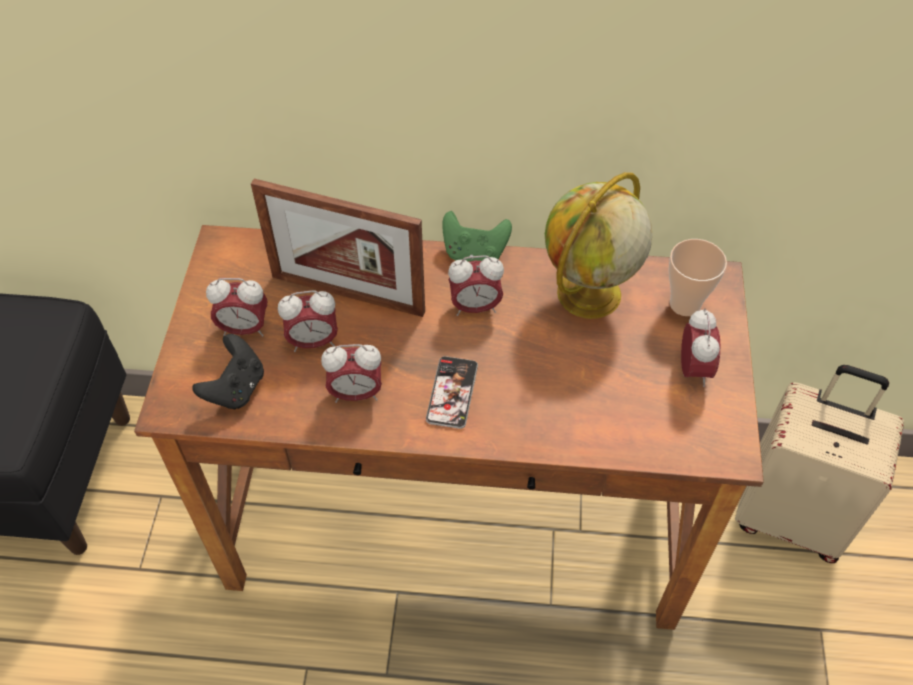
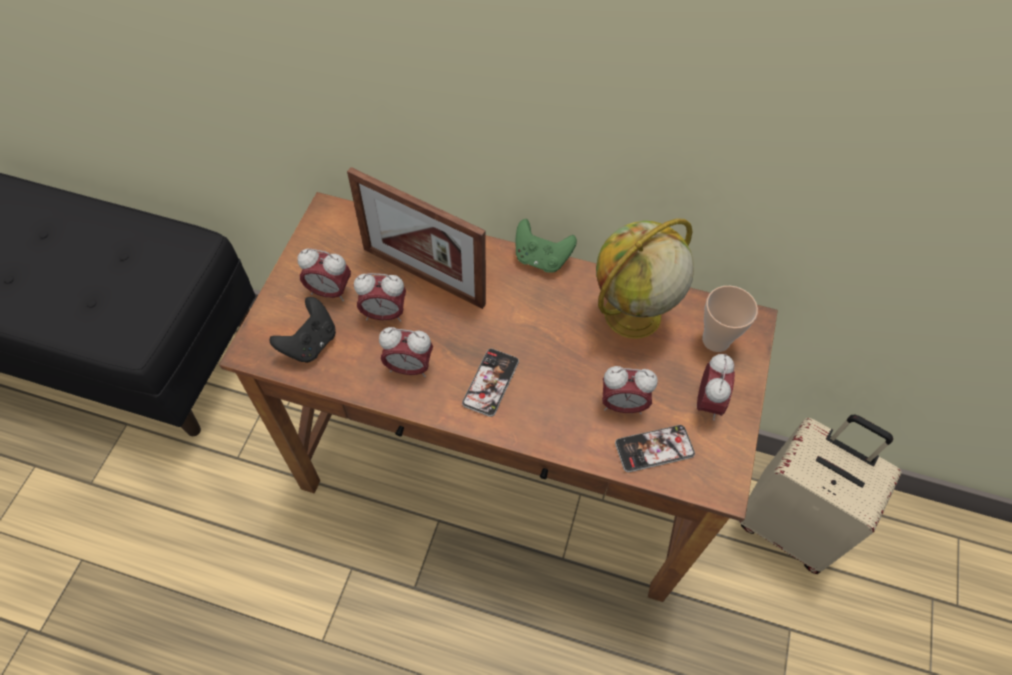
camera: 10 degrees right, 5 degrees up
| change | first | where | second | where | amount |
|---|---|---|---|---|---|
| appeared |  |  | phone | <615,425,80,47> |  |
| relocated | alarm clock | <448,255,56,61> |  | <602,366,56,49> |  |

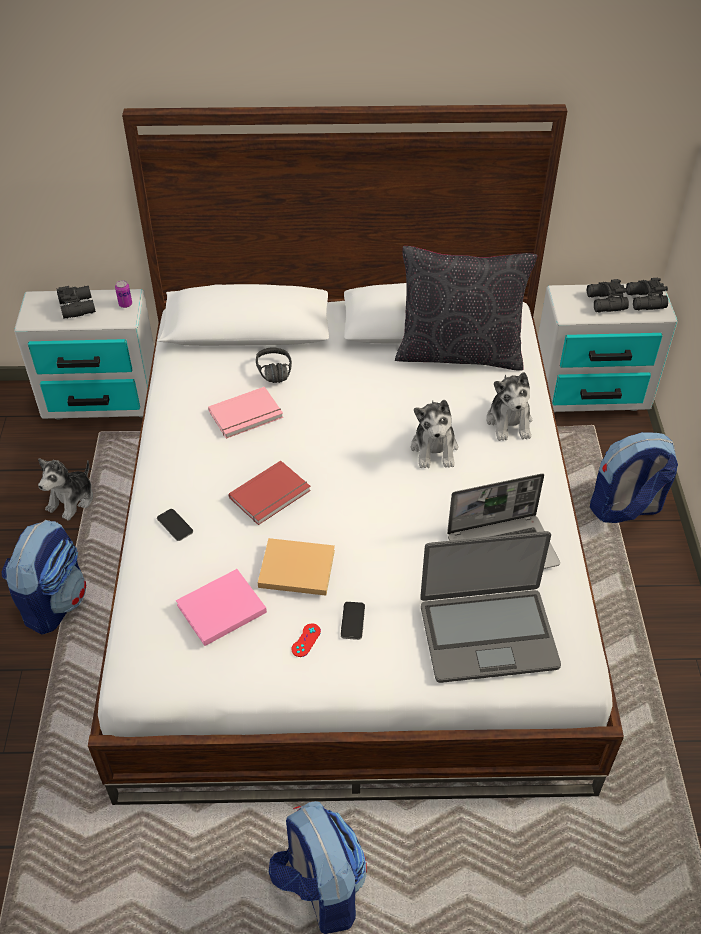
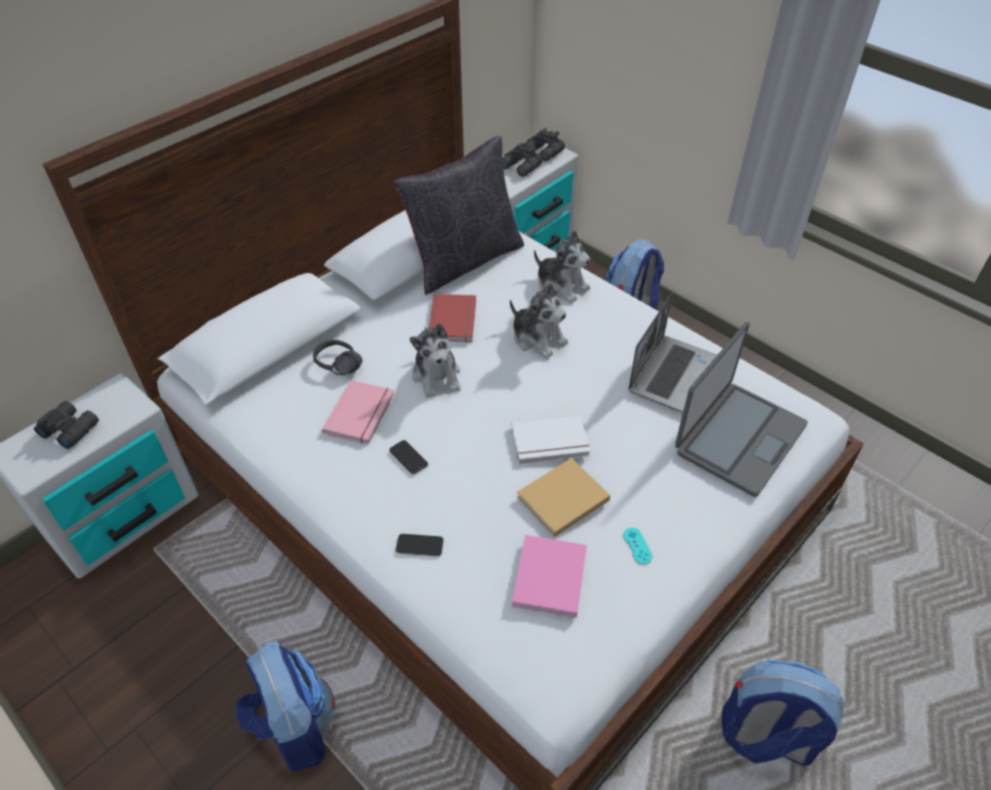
camera: 45 degrees left, 0 degrees up
| change | first | where | second | where | amount |
|---|---|---|---|---|---|
| missing | can | <115,280,17,28> |  |  |  |
| appeared |  |  | white book | <511,414,79,50> |  |
| relocated | plush toy | <38,459,55,62> |  | <410,323,50,75> |  |
| relocated | red book | <228,461,83,64> |  | <429,294,47,48> |  |
| relocated | phone | <341,602,24,38> |  | <389,440,39,35> |  |
| colour | red game controller | <291,623,30,34> | turquoise game controller | <623,528,29,36> |  |

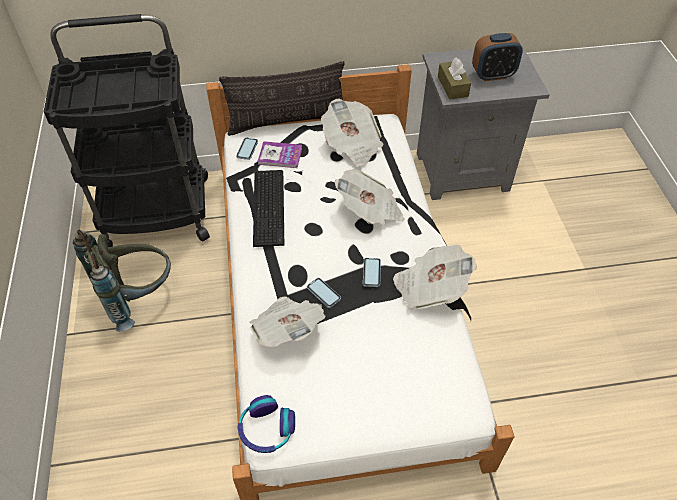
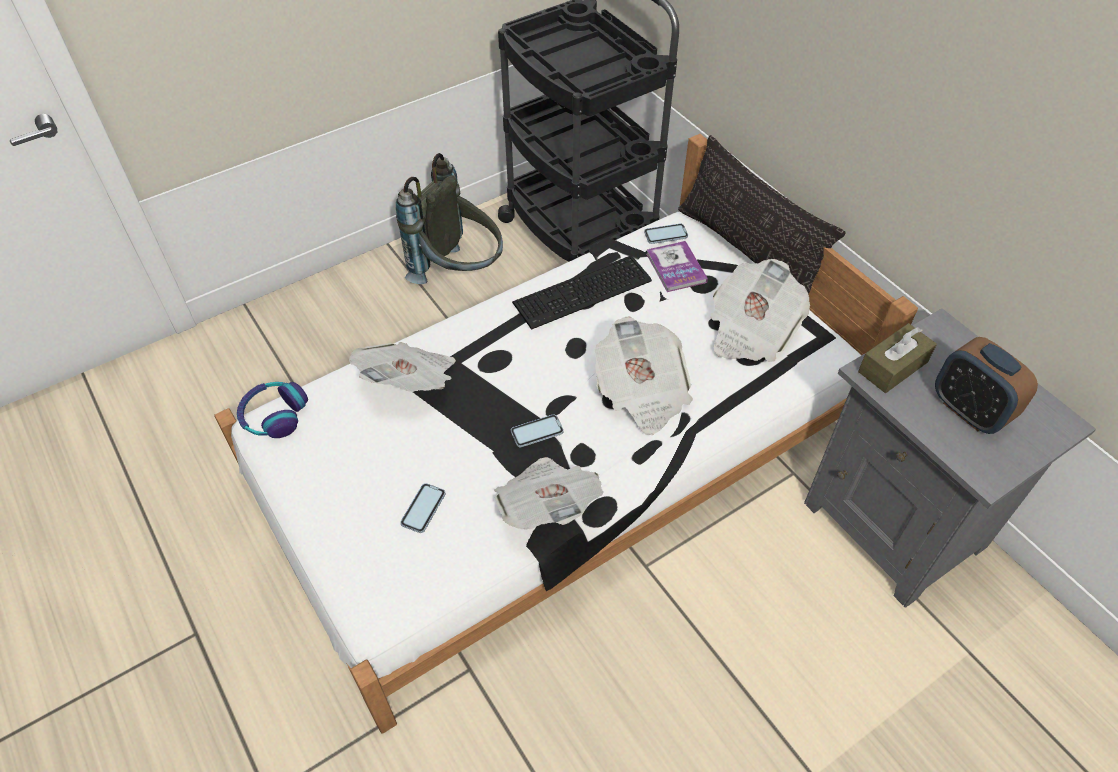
camera: 65 degrees right, 0 degrees up
| change | first | where | second | where | amount |
|---|---|---|---|---|---|
| relocated | phone | <307,278,34,30> |  | <400,483,46,50> |  |

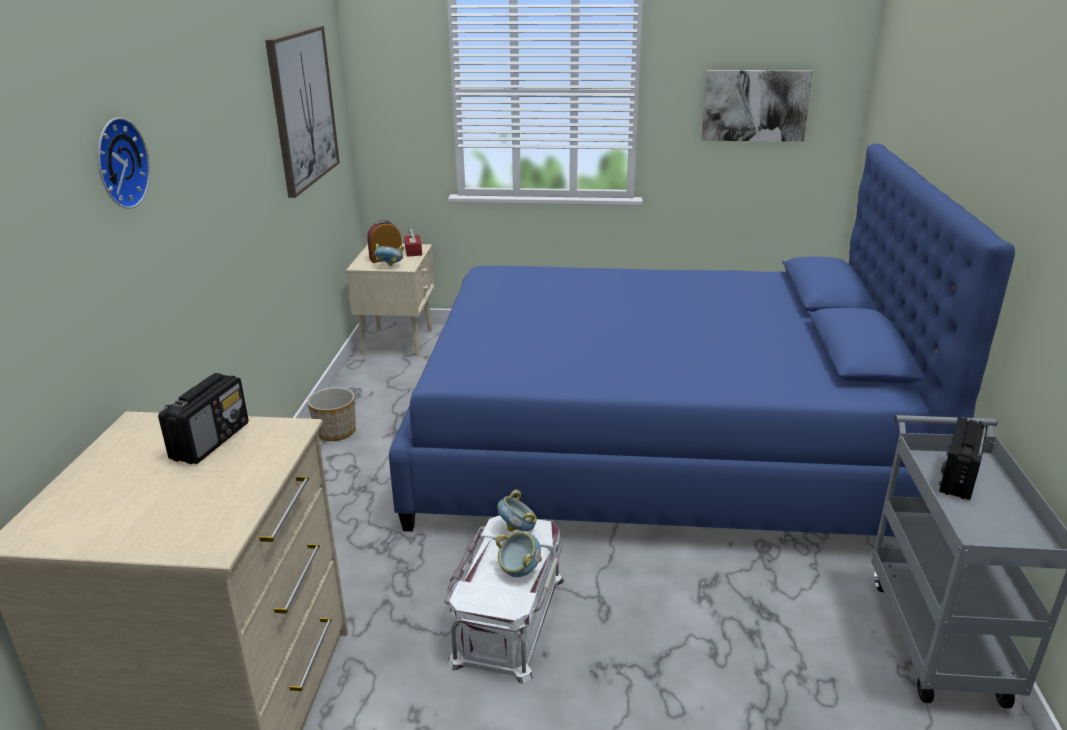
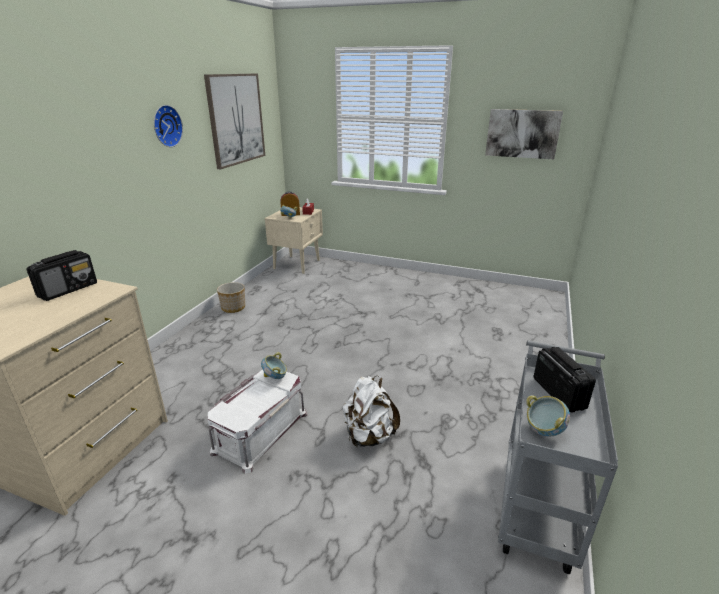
camera: 15 degrees right, 0 degrees up
| change | first | where | second | where | amount |
|---|---|---|---|---|---|
| missing | blue bed | <389,143,626,394> |  |  |  |
| appeared |  |  | white backpack | <342,376,58,71> |  |
| relocated | wall clock | <98,117,52,92> |  | <154,105,29,42> |  |
| relocated | bowl | <496,532,46,45> |  | <526,395,44,42> |  |
| spun | radio | <939,417,49,83> |  | <534,347,62,66> | 120 degrees clockwise |

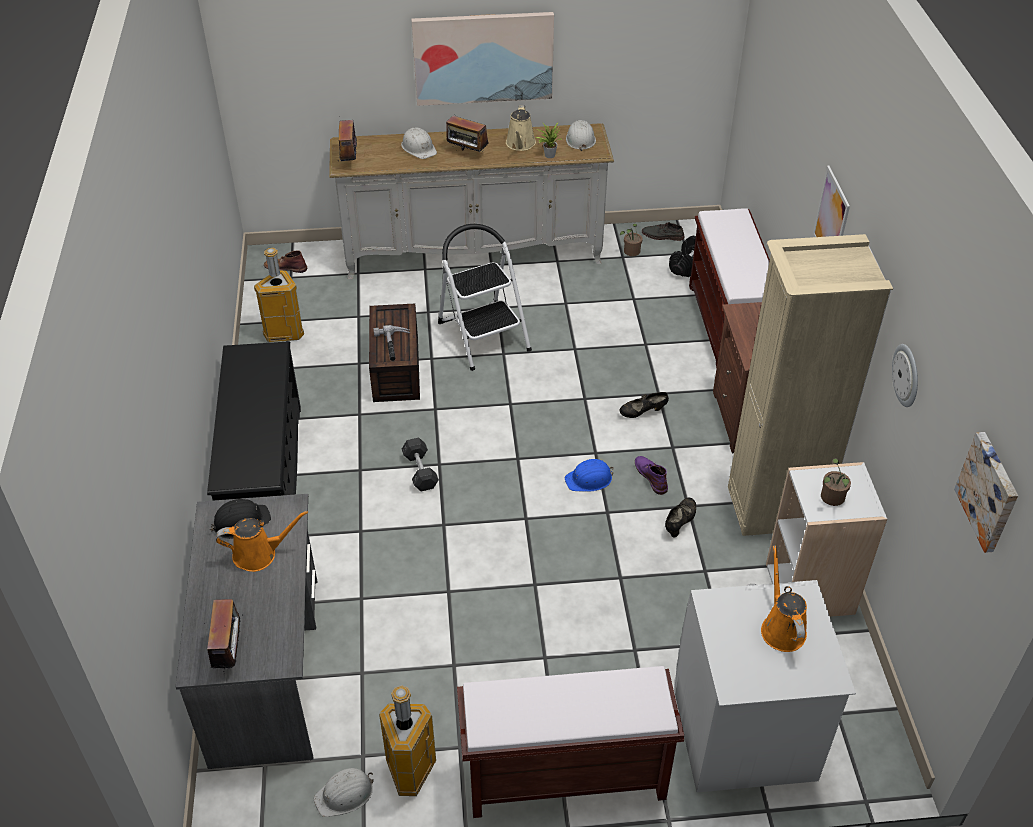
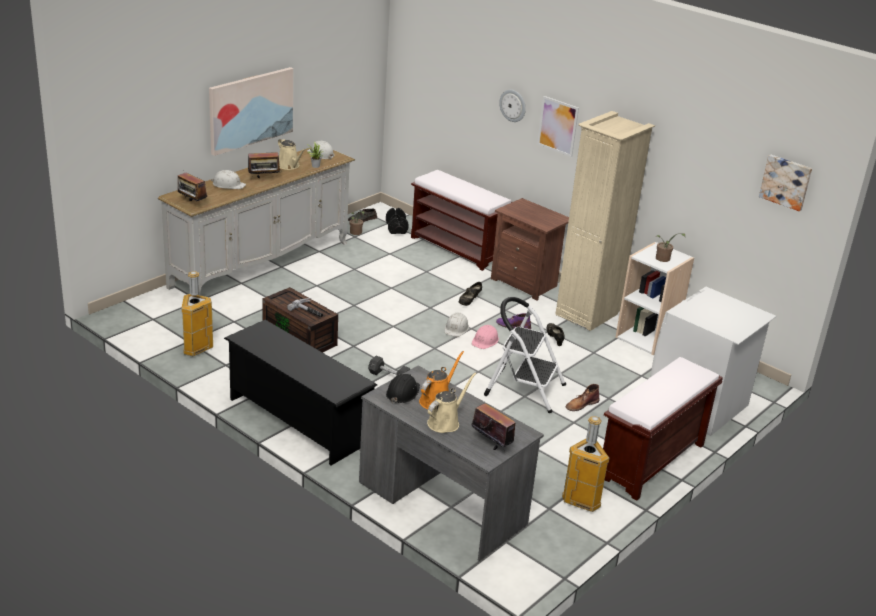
camera: 45 degrees left, 15 degrees down
| change | first | where | second | where | amount |
|---|---|---|---|---|---|
| missing | orange watering can | <761,545,46,107> |  |  |  |
| appeared |  |  | beige watering can | <427,373,49,60> |  |
| relocated | brown boot | <264,250,43,23> |  | <566,384,34,27> |  |
| relocated | white hard hat | <314,768,60,49> |  | <445,313,24,24> |  |
| relocated | step ladder | <438,224,94,147> |  | <484,297,82,116> |  |
| relocated | wall clock | <892,344,26,63> |  | <499,90,27,32> |  |
| colour | blue hard hat | <565,459,49,33> | pink hard hat | <472,325,27,24> |  |

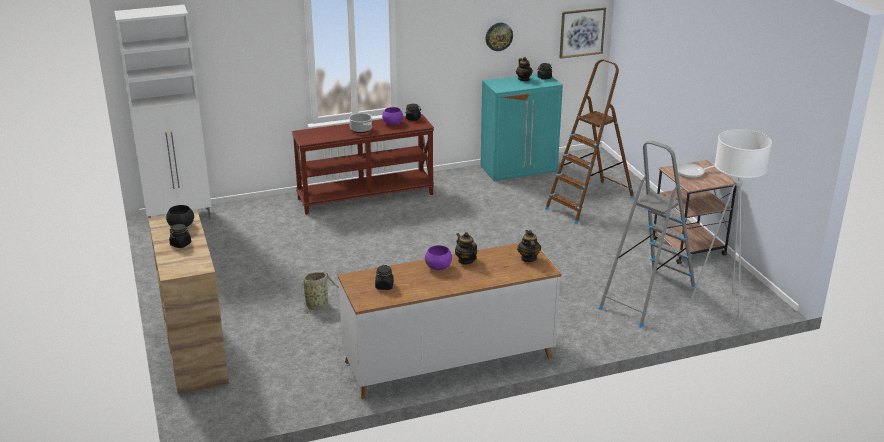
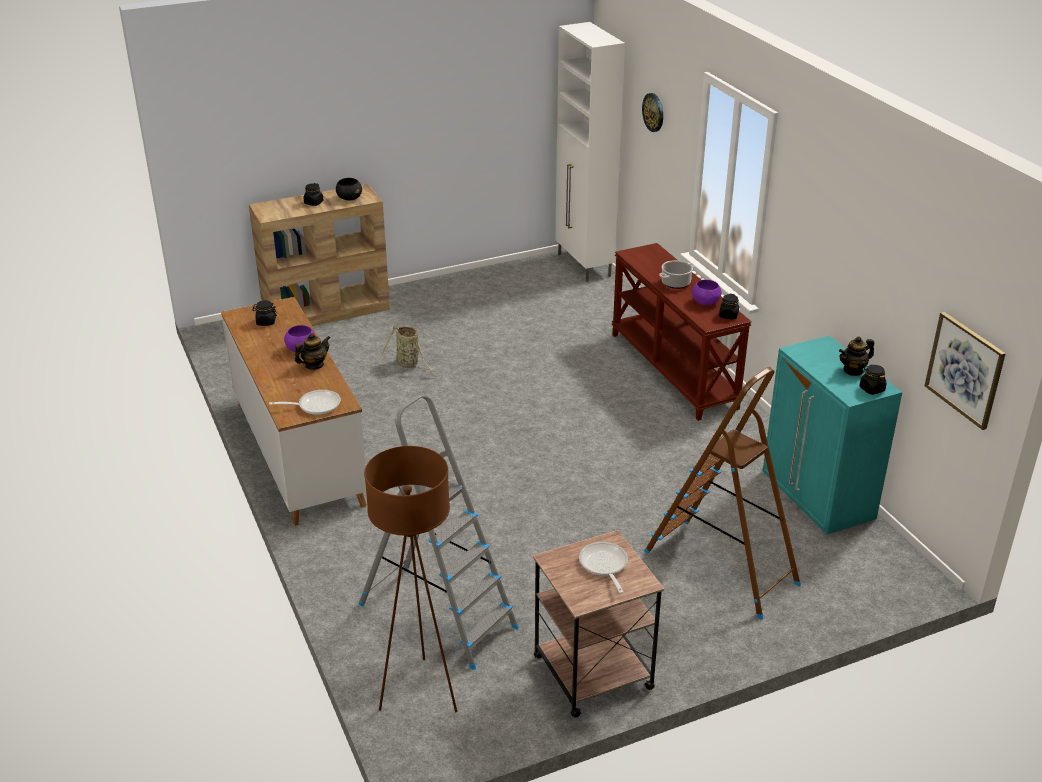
camera: 85 degrees right, 5 degrees up
| change | first | where | second | where | amount |
|---|---|---|---|---|---|
| relocated | wall clock | <485,23,28,28> |  | <642,93,21,39> |  |
| exchanged | teapot | <517,230,24,32> | frying pan | <269,390,72,25> |  |
| colour | white floor lamp | <690,129,82,190> | brown floor lamp | <364,446,93,266> |  |

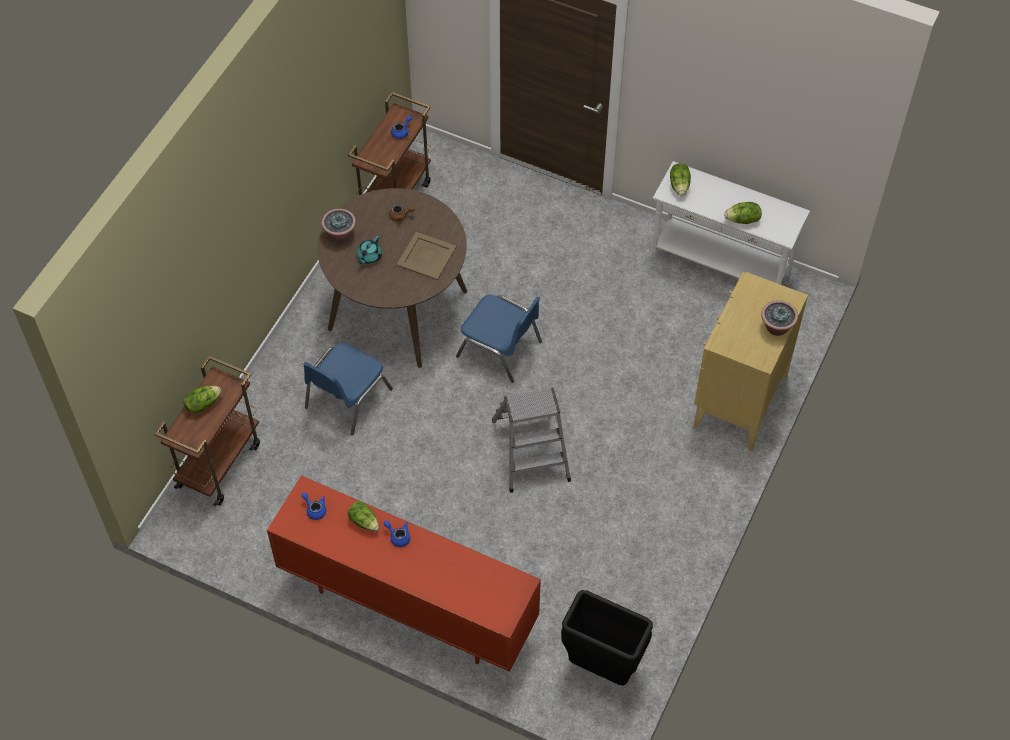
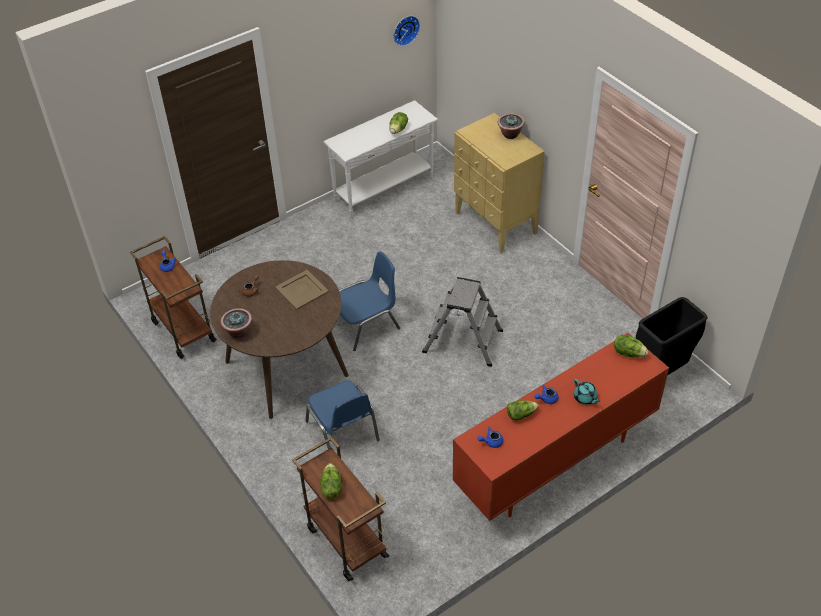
camera: 60 degrees left, 10 degrees down
| change | first | where | second | where | amount |
|---|---|---|---|---|---|
| appeared |  |  | wall clock | <394,16,26,30> |  |
| relocated | turquoise teapot | <357,236,25,28> |  | <574,379,26,26> |  |
| relocated | lettuce | <670,163,21,33> |  | <614,335,34,23> |  |

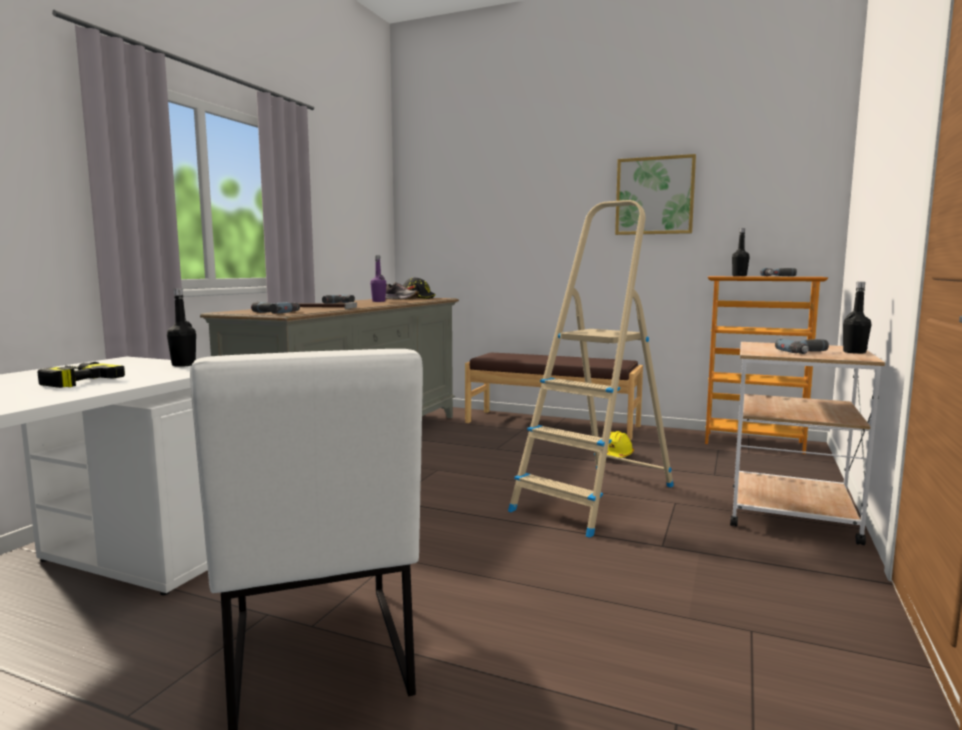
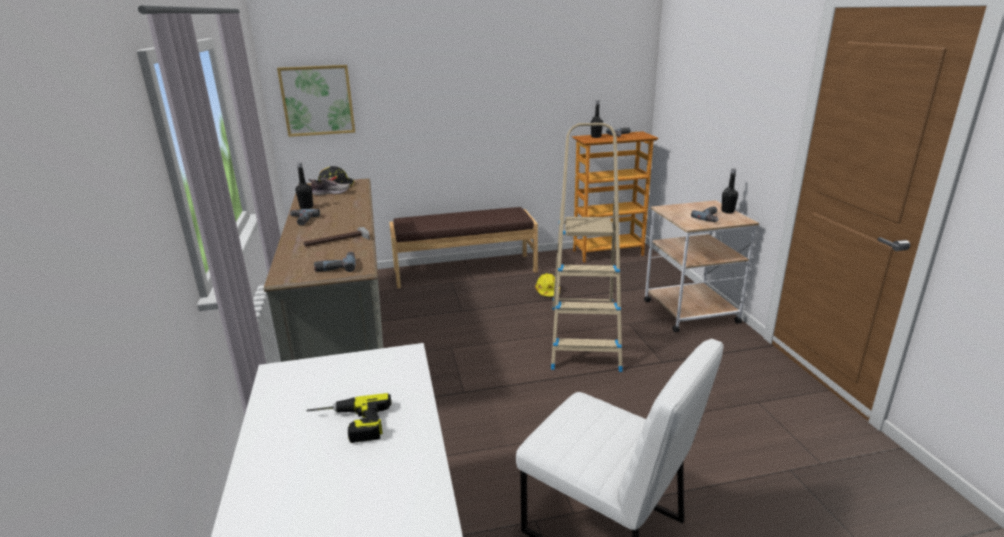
camera: 35 degrees left, 15 degrees up
| change | first | where | second | where | amount |
|---|---|---|---|---|---|
| missing | purple bottle | <370,255,16,47> |  |  |  |
| relocated | black bottle | <167,288,29,79> |  | <295,163,18,46> |  |
| relocated | picture | <615,154,81,81> |  | <277,65,78,72> |  |

